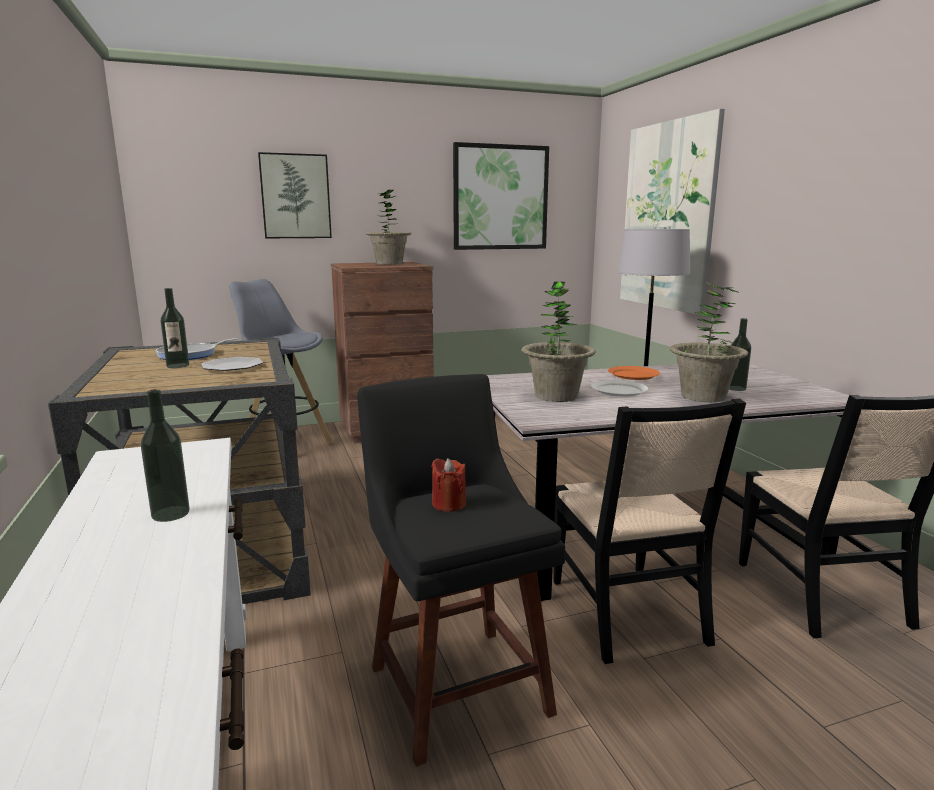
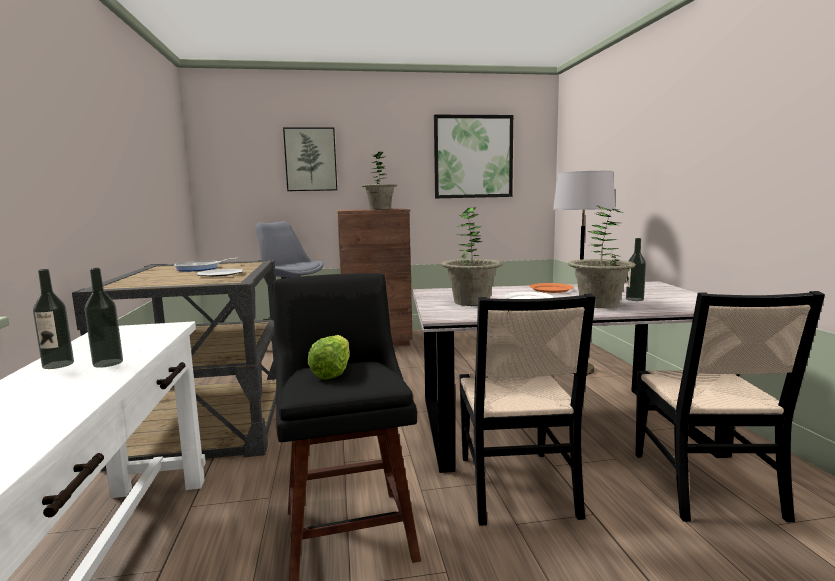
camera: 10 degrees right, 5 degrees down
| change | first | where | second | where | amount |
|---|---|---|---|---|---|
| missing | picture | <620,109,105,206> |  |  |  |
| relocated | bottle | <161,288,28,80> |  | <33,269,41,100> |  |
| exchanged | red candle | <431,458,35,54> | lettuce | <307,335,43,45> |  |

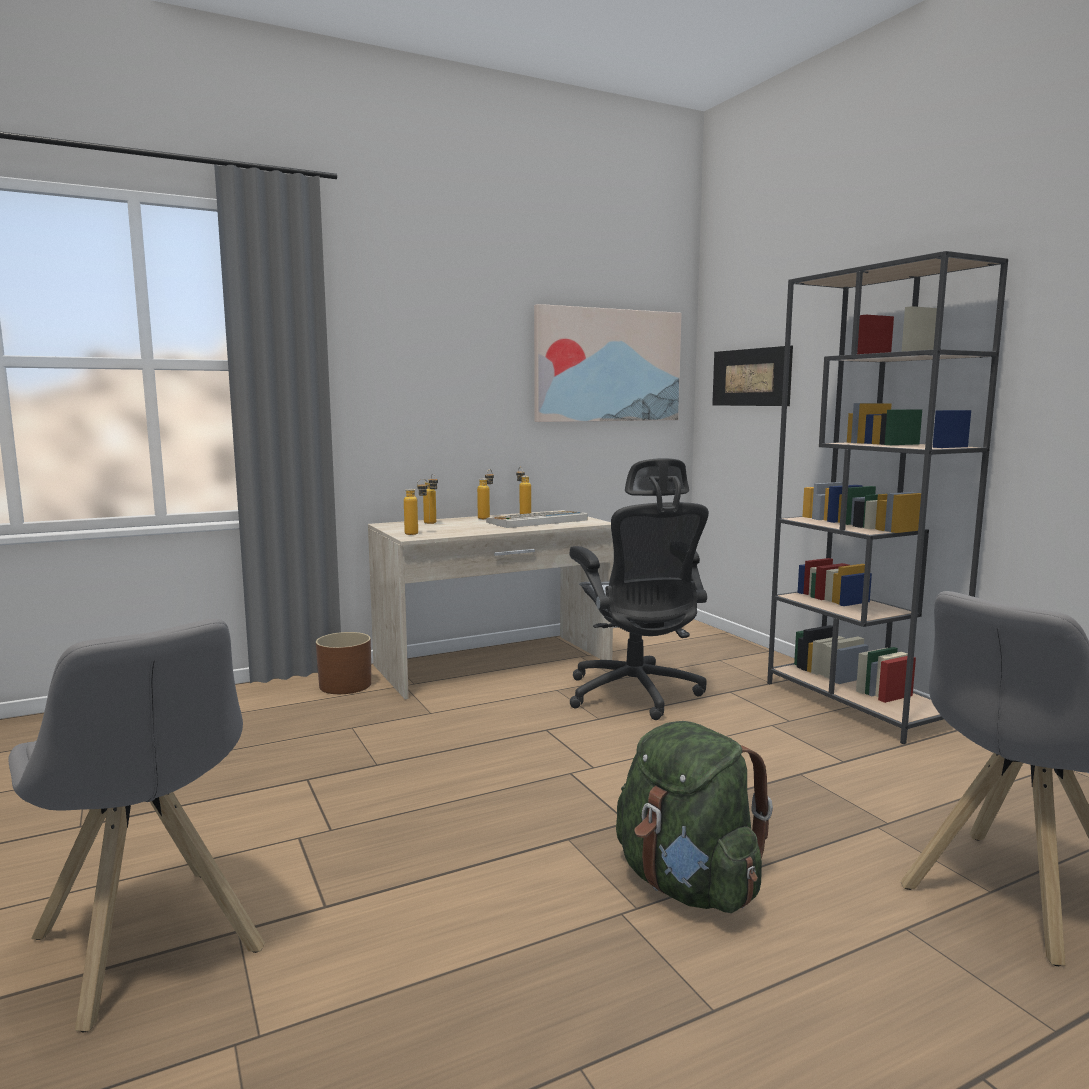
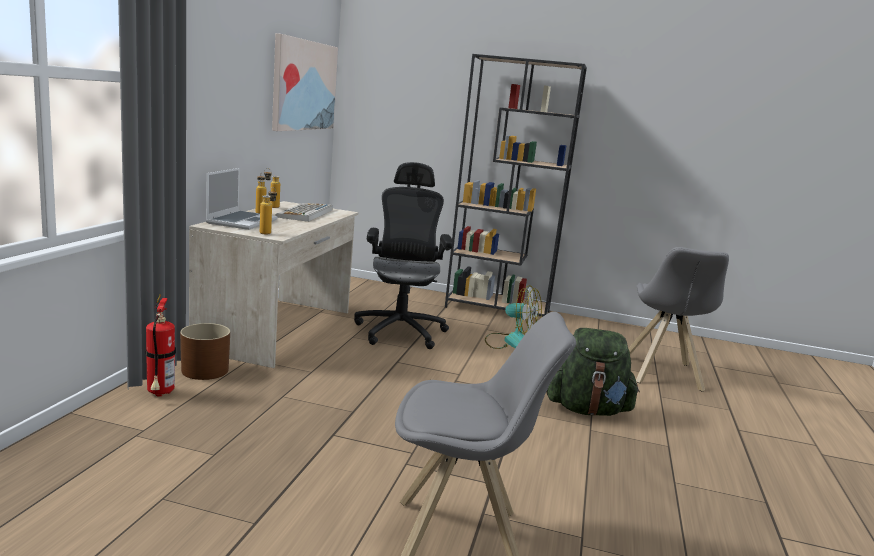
camera: 50 degrees left, 5 degrees up
| change | first | where | second | where | amount |
|---|---|---|---|---|---|
| missing | picture | <712,346,81,60> |  |  |  |
| appeared |  |  | fire extinguisher | <145,295,31,102> |  |
| appeared |  |  | fan | <485,285,57,64> |  |
| exchanged | bottle | <423,474,15,50> | laptop | <206,168,71,62> |  |
| spun | office chair | <570,458,139,262> |  | <354,162,99,187> | 120 degrees counterclockwise |

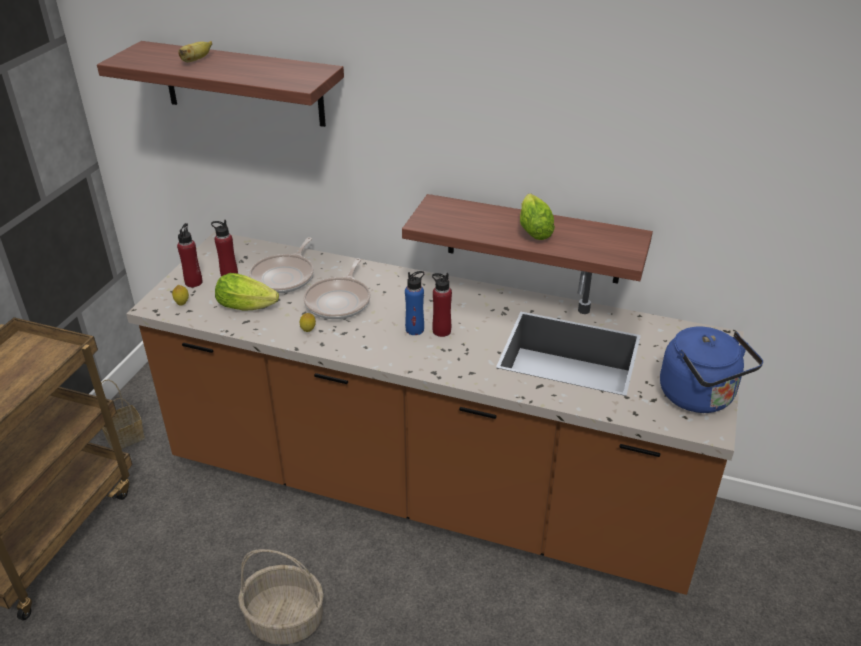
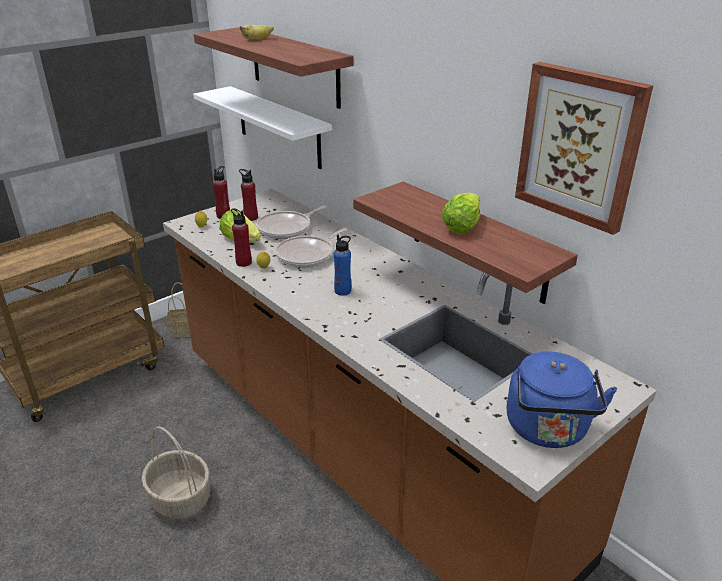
camera: 30 degrees right, 5 degrees down
| change | first | where | second | where | amount |
|---|---|---|---|---|---|
| appeared |  |  | white shelf | <193,86,139,83> |  |
| appeared |  |  | picture | <515,62,138,173> |  |
| relocated | red bottle | <432,273,20,64> |  | <231,208,21,59> |  |

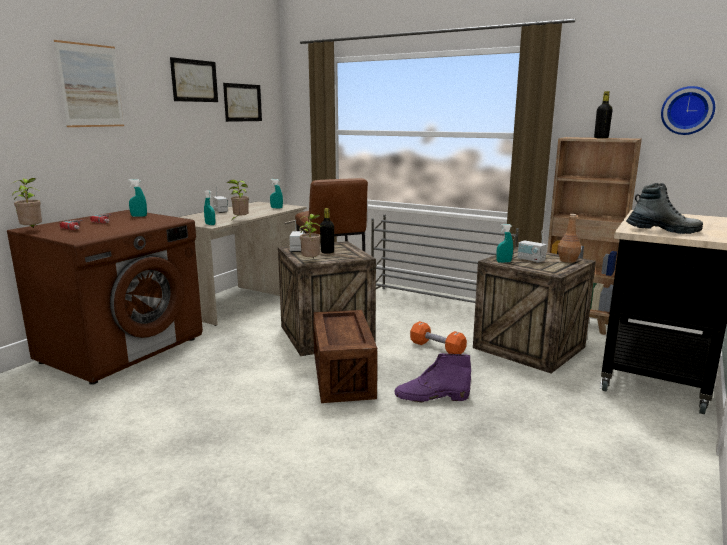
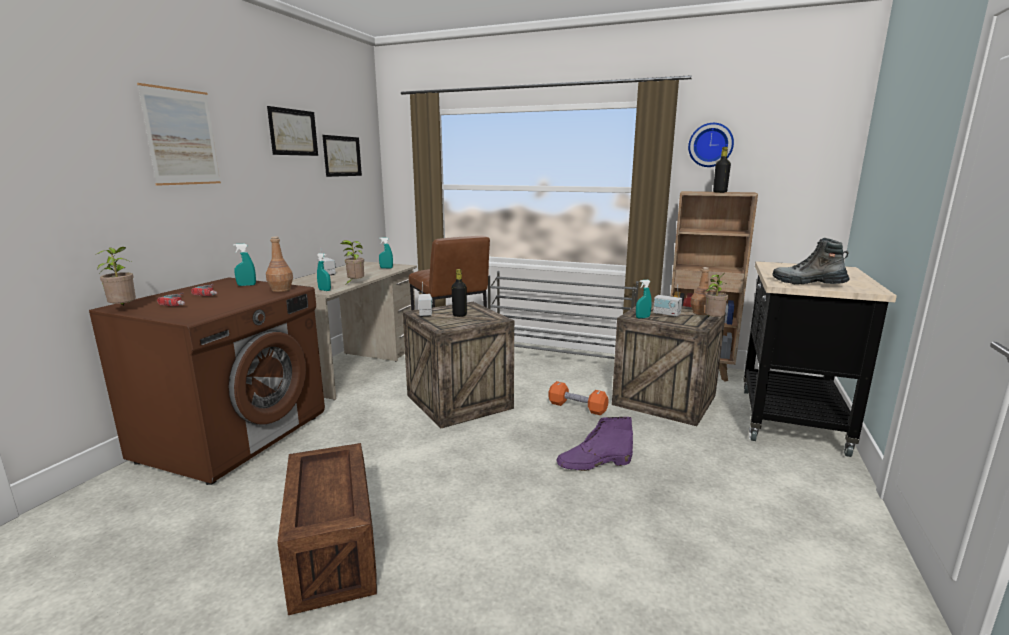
camera: 10 degrees left, 0 degrees up
| change | first | where | second | where | amount |
|---|---|---|---|---|---|
| appeared |  |  | brown bottle | <266,237,27,55> |  |
| relocated | potted plant | <299,214,22,44> |  | <705,273,23,45> |  |
| relocated | crate | <313,310,64,93> |  | <277,443,100,172> |  |
| relocated | wall clock | <661,86,54,49> |  | <688,123,46,44> |  |
| spun | boot | <626,183,77,51> |  | <773,238,77,47> | 150 degrees counterclockwise |

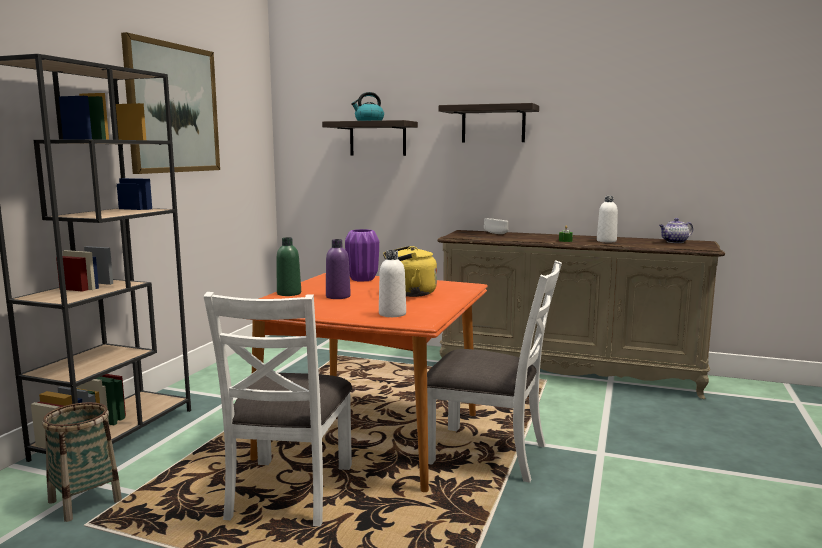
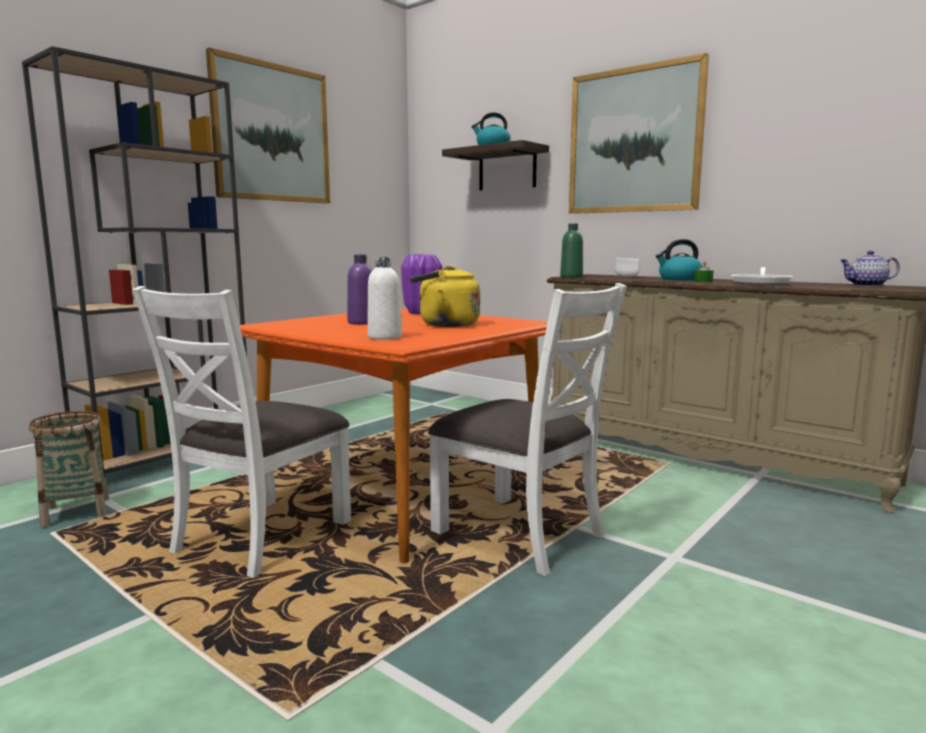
camera: 20 degrees right, 0 degrees up
| change | first | where | second | where | amount |
|---|---|---|---|---|---|
| appeared |  |  | kettle | <656,239,47,41> |  |
| relocated | green bottle | <277,237,24,59> |  | <560,223,23,55> |  |
| exchanged | shelf | <439,103,100,39> | picture | <569,53,140,161> |  |
| exchanged | white bottle | <597,196,21,47> | frying pan | <731,267,63,18> |  |

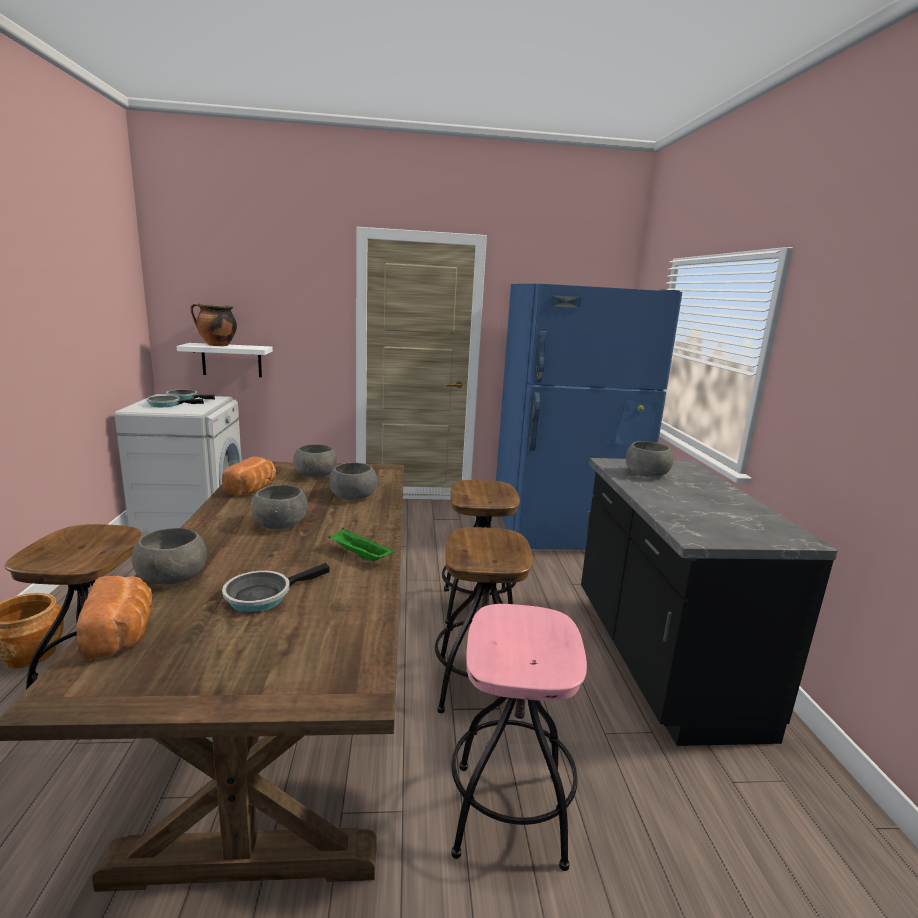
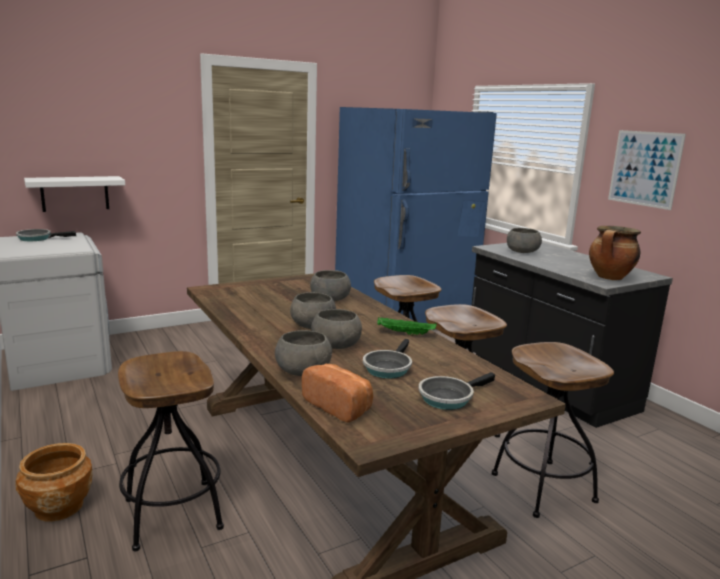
camera: 25 degrees left, 0 degrees up
| change | first | where | second | where | amount |
|---|---|---|---|---|---|
| missing | bread | <222,456,54,39> |  |  |  |
| appeared |  |  | picture | <608,130,78,80> |  |
| relocated | frying pan | <146,395,58,12> |  | <418,372,77,38> |  |
| relocated | cooking pot | <190,303,47,43> |  | <589,226,52,54> |  |
| relocated | grey bowl | <293,444,44,33> |  | <311,309,51,40> |  |
| colour | pink stool | <451,604,136,267> | brown stool | <492,342,122,176> |  |

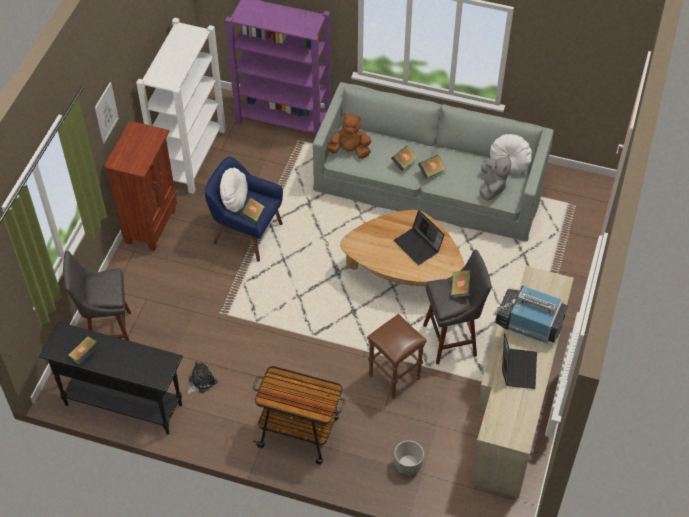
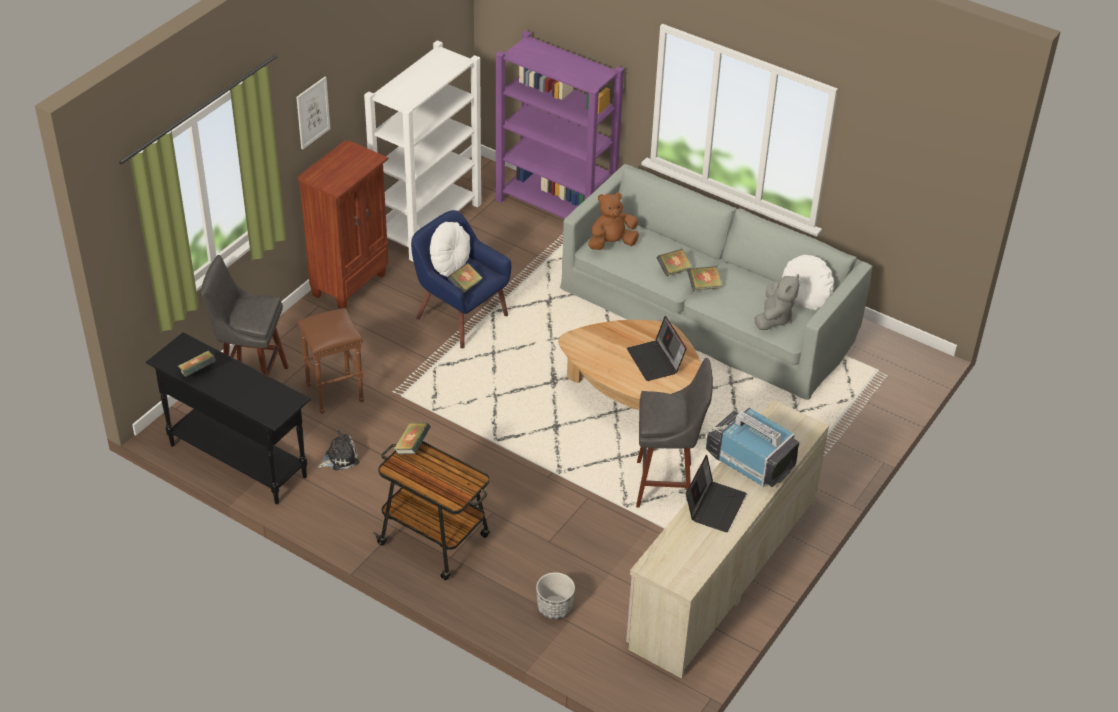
camera: 15 degrees right, 10 degrees down
| change | first | where | second | where | amount |
|---|---|---|---|---|---|
| relocated | brown stool | <367,314,60,85> |  | <297,308,67,106> |  |
| relocated | book | <451,270,21,28> |  | <393,423,38,31> |  |
| spun | brown plush toy | <326,113,45,46> |  | <588,193,51,57> | 45 degrees counterclockwise |

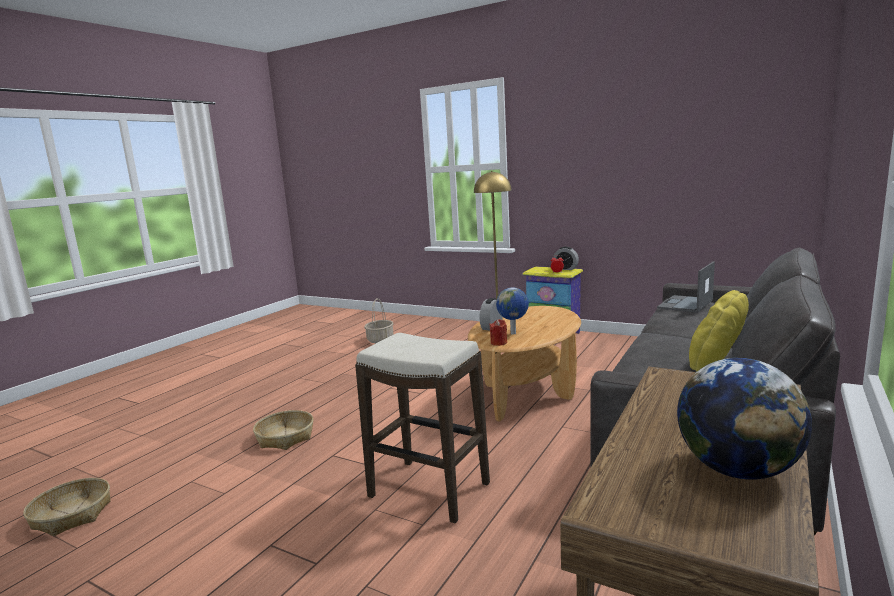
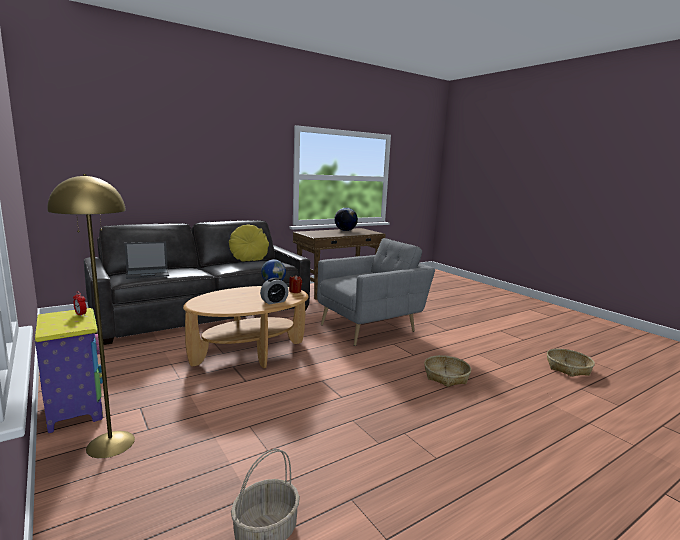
camera: 155 degrees left, 0 degrees up
| change | first | where | second | where | amount |
|---|---|---|---|---|---|
| missing | alarm clock | <554,247,25,23> |  |  |  |
| exchanged | stool | <355,333,135,191> | grey armchair | <317,238,118,108> |  |

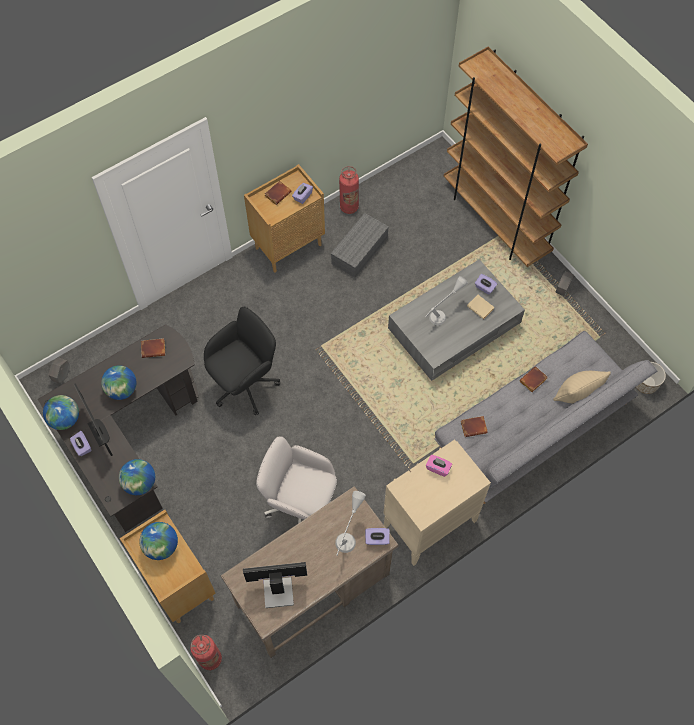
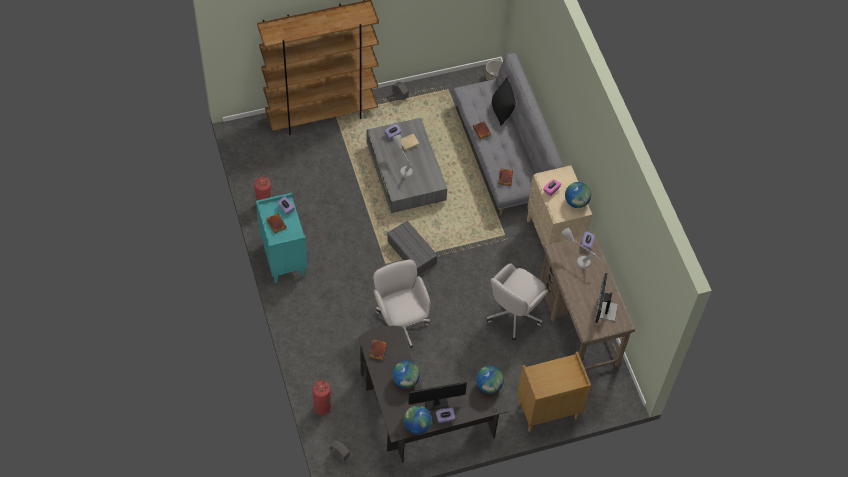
camera: 75 degrees left, 5 degrees down
| change | first | where | second | where | amount |
|---|---|---|---|---|---|
| relocated | globe | <139,522,39,38> |  | <565,182,26,26> |  |
| relocated | fire extinguisher | <190,635,32,35> |  | <313,379,18,36> |  |
| relocated | grey storage box | <331,213,58,65> |  | <387,221,51,55> |  |
| colour | black office chair | <204,307,76,108> | white office chair | <373,260,57,89> |  |
| colour | brown cabinet | <244,164,81,109> | turquoise cabinet | <256,193,51,91> |  |
| colour | beige pillow | <553,371,58,32> | black pillow | <492,78,24,48> |  |

